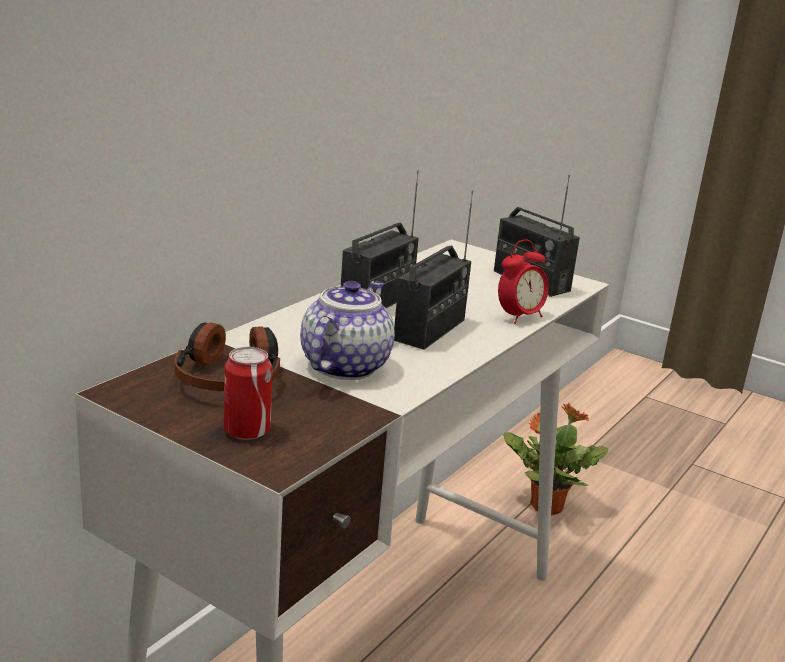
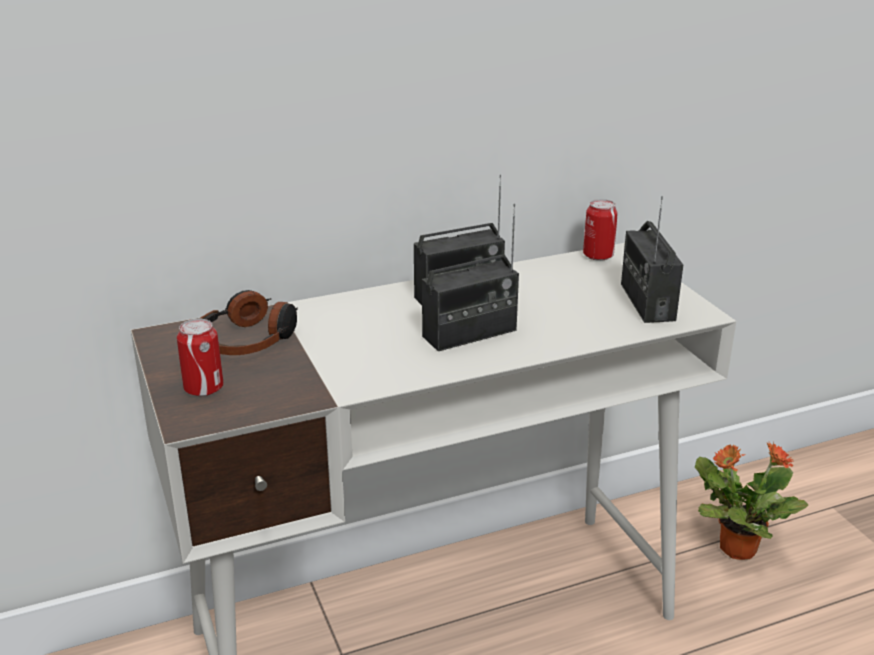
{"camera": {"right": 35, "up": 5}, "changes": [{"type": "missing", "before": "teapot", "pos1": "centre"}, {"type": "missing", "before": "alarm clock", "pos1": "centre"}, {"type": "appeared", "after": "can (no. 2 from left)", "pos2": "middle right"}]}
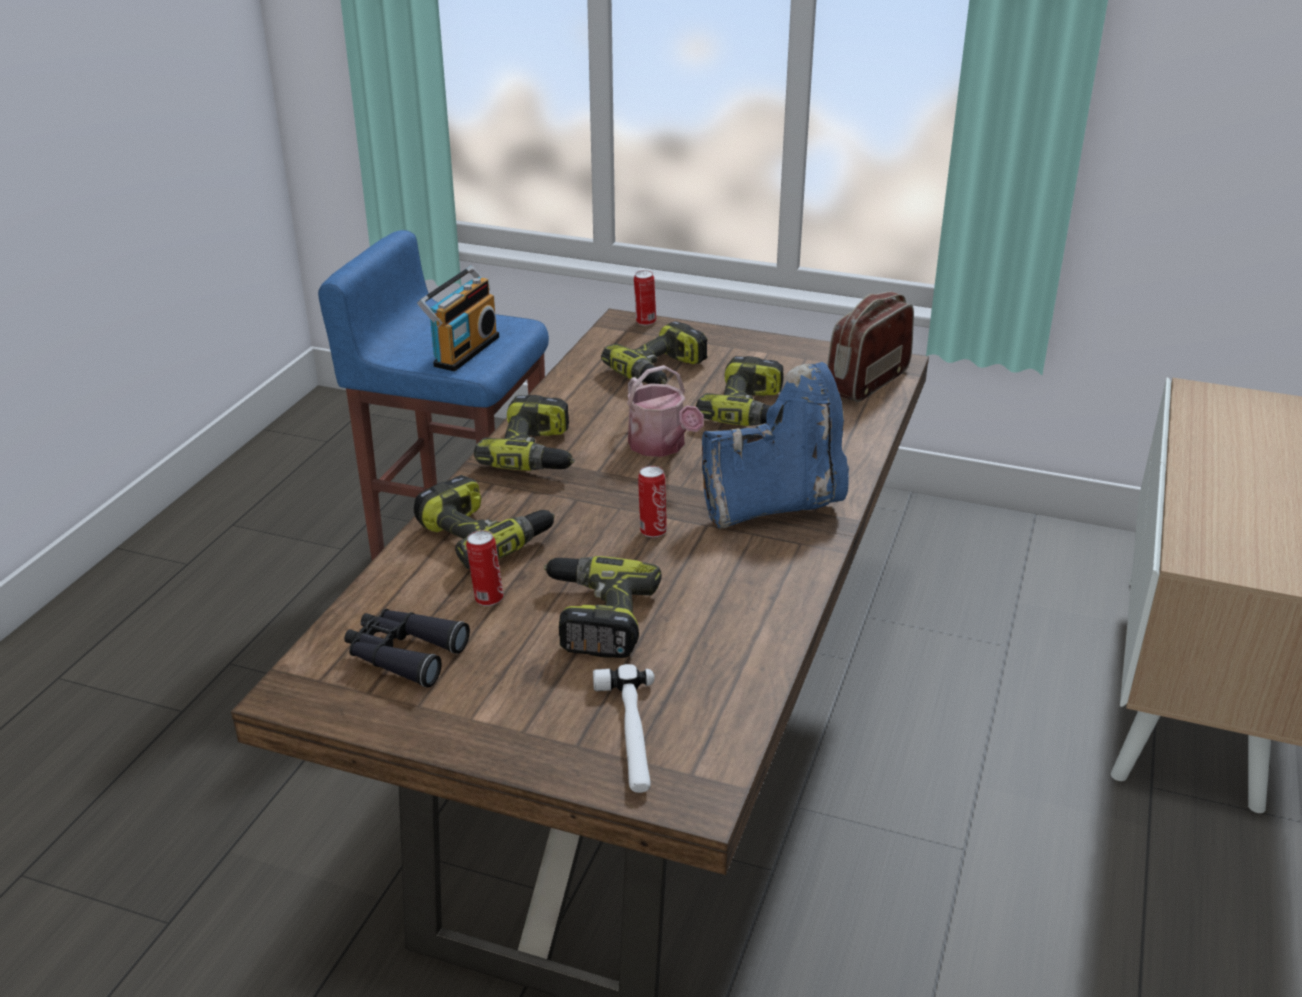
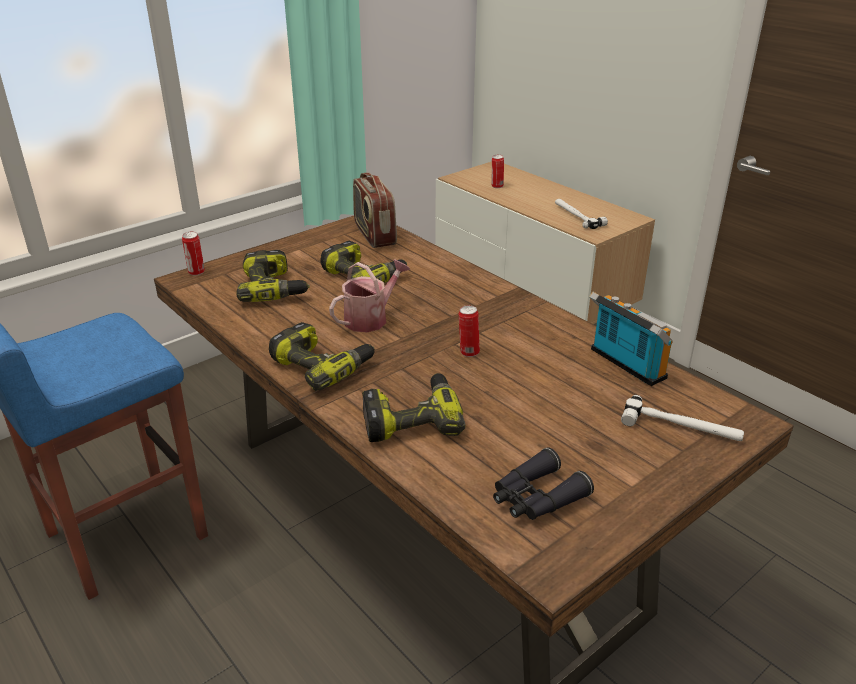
{"camera": {"right": -60, "up": 0}, "changes": [{"type": "missing", "before": "power drill (no. 3 from left)", "pos1": "centre"}, {"type": "missing", "before": "boot (blue)", "pos1": "centre"}, {"type": "appeared", "after": "hammer (no. 1 from left)", "pos2": "top right"}, {"type": "relocated", "before": "radio (no. 1 from left in the first image)", "after": "radio (no. 2 from left)", "pos1": "top centre", "pos2": "middle right"}, {"type": "relocated", "before": "can (no. 1 from left in the first image)", "after": "can (no. 3 from left)", "pos1": "centre", "pos2": "top centre"}, {"type": "spun", "before": "watering can", "pos1": "centre", "pos2": "centre", "turn": -45}]}
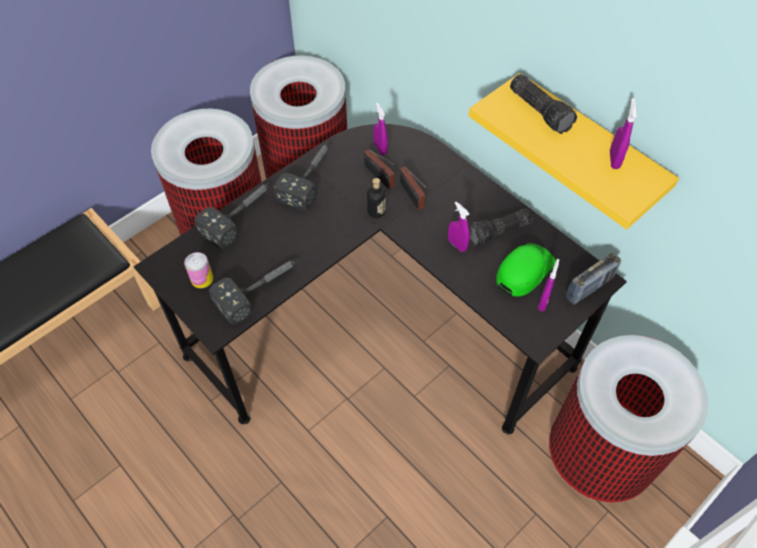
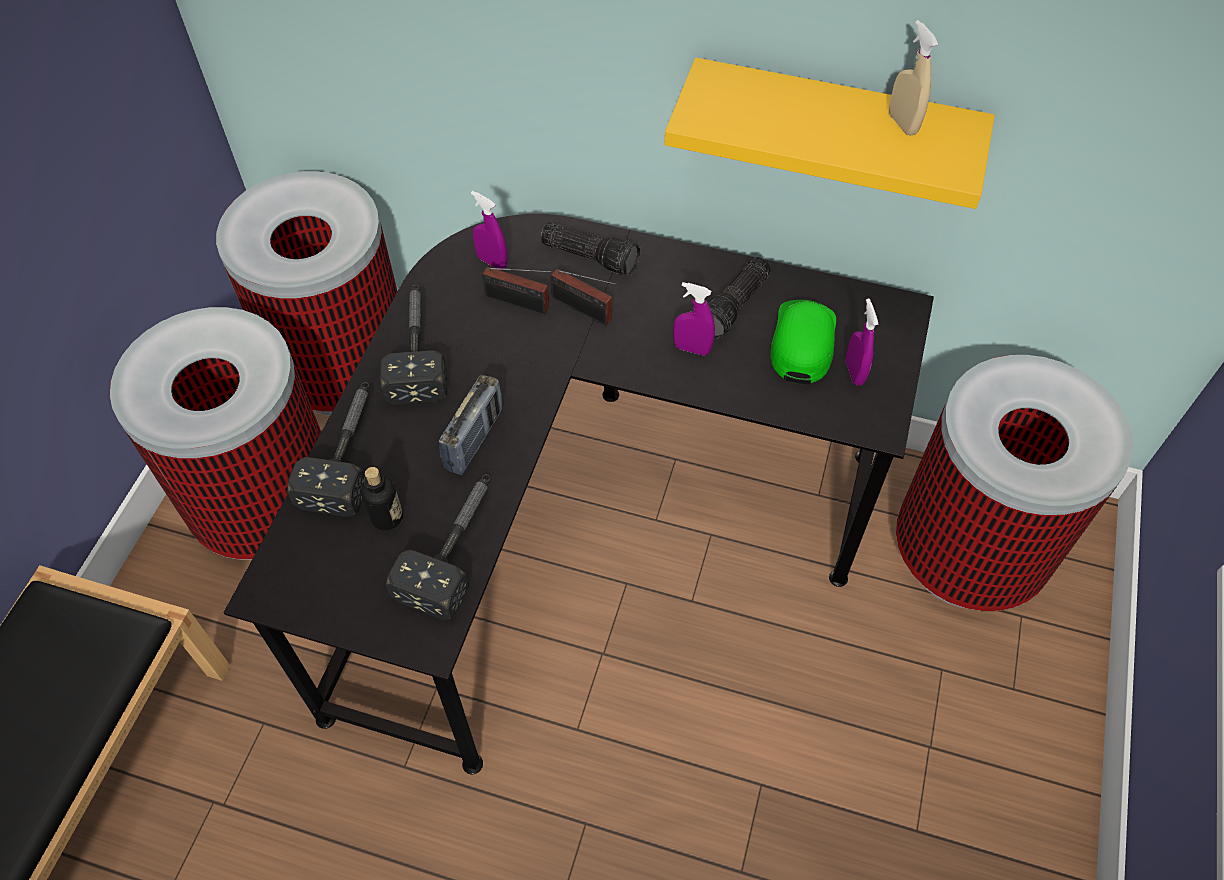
{"camera": {"right": -30, "up": 0}, "changes": [{"type": "missing", "before": "can", "pos1": "middle left"}, {"type": "relocated", "before": "bottle", "pos1": "centre", "pos2": "middle left"}, {"type": "relocated", "before": "flashlight (no. 2 from left in the first image)", "after": "flashlight (no. 1 from left)", "pos1": "top right", "pos2": "top centre"}, {"type": "relocated", "before": "radio (no. 3 from left in the first image)", "after": "radio (no. 1 from left)", "pos1": "middle right", "pos2": "centre"}, {"type": "colour", "before": "spray bottle (purple) (no. 4 from left)", "after": "spray bottle (beige)", "pos1": "top right", "pos2": "top right"}]}
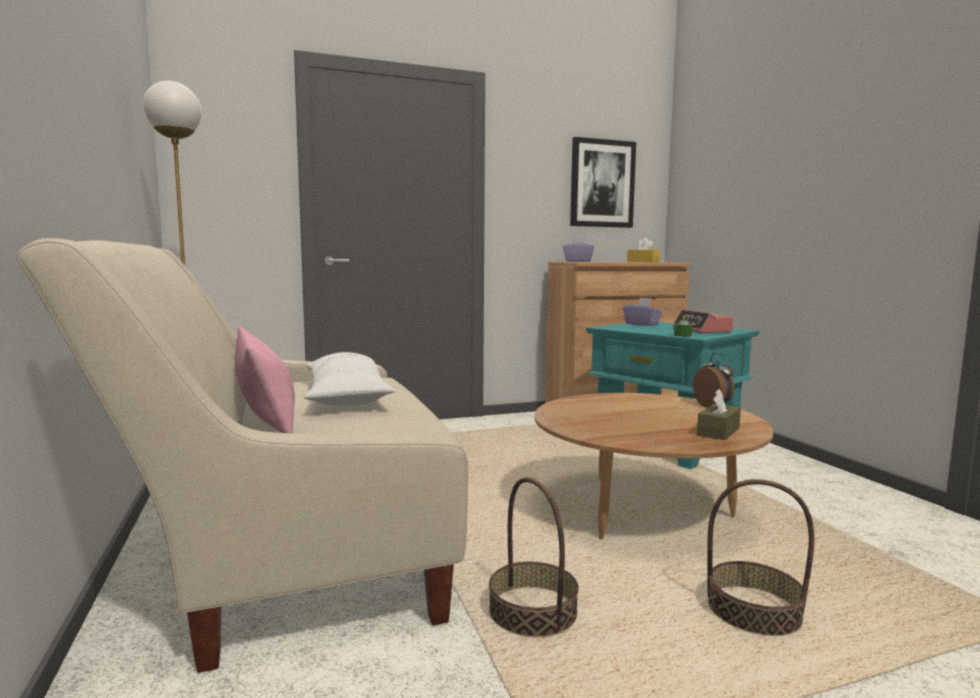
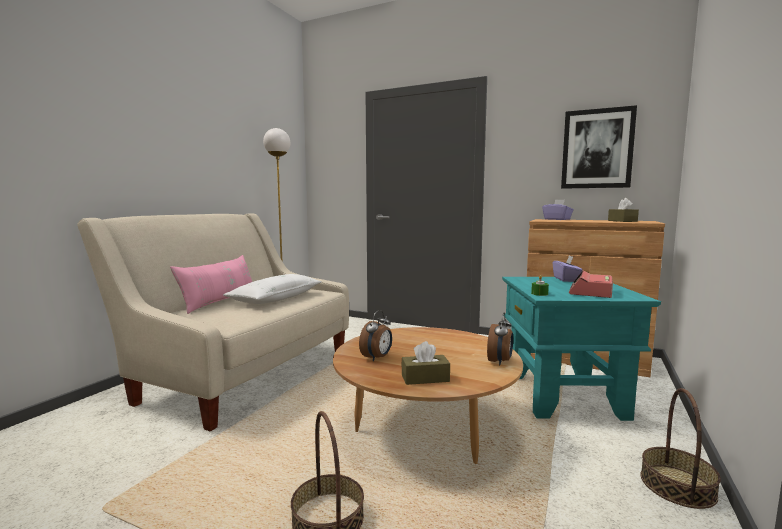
{"camera": {"right": 45, "up": 0}, "changes": [{"type": "appeared", "after": "alarm clock (no. 1 from left)", "pos2": "centre"}, {"type": "relocated", "before": "basket (no. 1 from left in the first image)", "after": "basket (no. 2 from left)", "pos1": "bottom centre", "pos2": "bottom right"}, {"type": "colour", "before": "tissue box (yellow)", "after": "tissue box (brown) (no. 2 from left)", "pos1": "centre", "pos2": "middle right"}]}
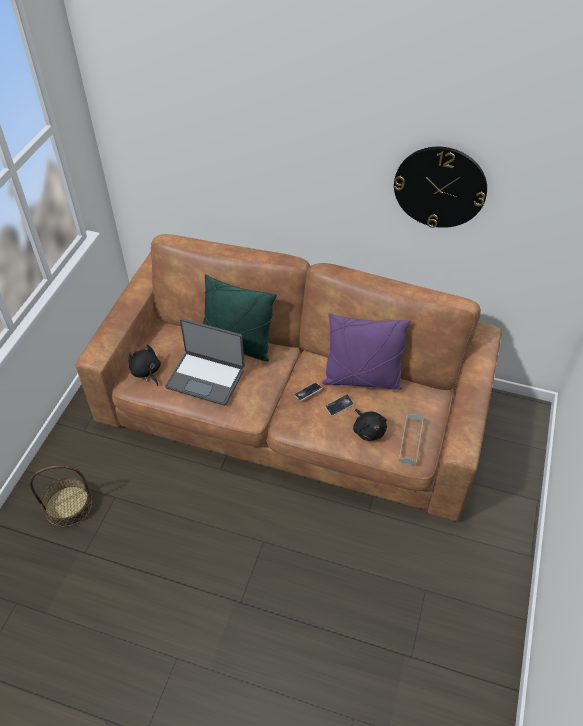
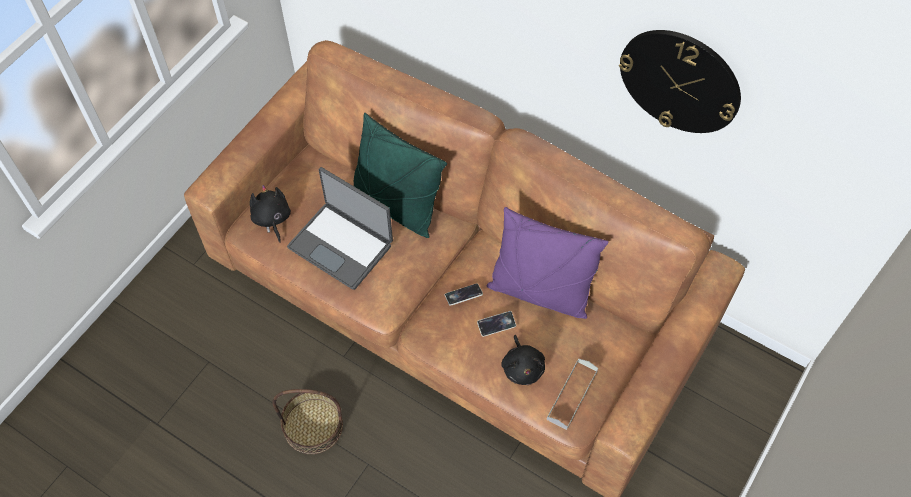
{"camera": {"right": 15, "up": 10}, "changes": [{"type": "relocated", "before": "basket", "pos1": "bottom left", "pos2": "bottom centre"}]}
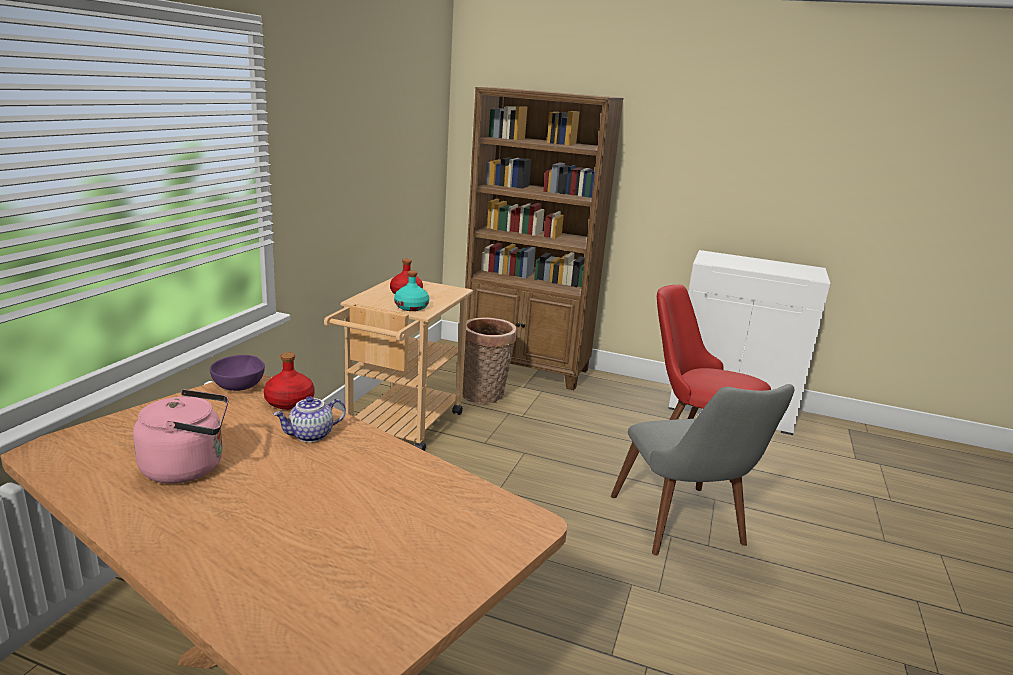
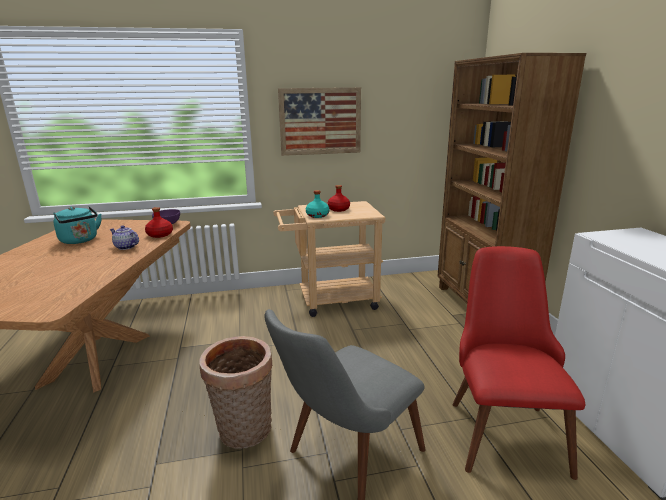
{"camera": {"right": 60, "up": 0}, "changes": [{"type": "appeared", "after": "picture", "pos2": "top centre"}, {"type": "relocated", "before": "basket", "pos1": "centre", "pos2": "bottom centre"}, {"type": "colour", "before": "kettle (pink)", "after": "kettle (turquoise)", "pos1": "middle left", "pos2": "middle left"}]}
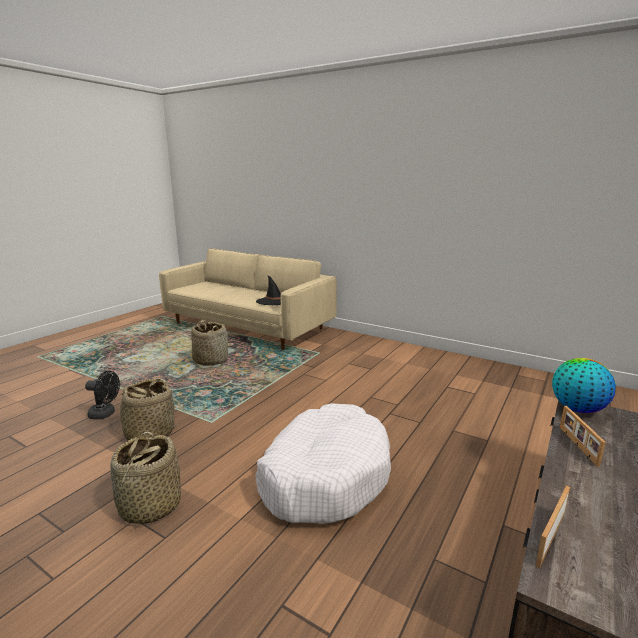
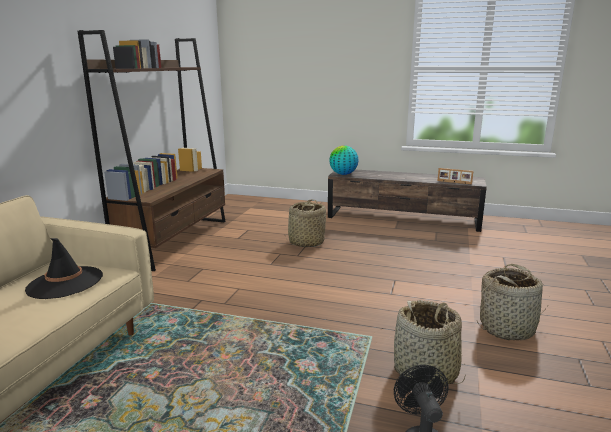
{"camera": {"right": -105, "up": 0}, "changes": [{"type": "missing", "before": "dog bed (white)", "pos1": "bottom centre"}, {"type": "missing", "before": "picture frame (no. 2 from left)", "pos1": "bottom right"}, {"type": "appeared", "after": "bookcase (brown)", "pos2": "middle left"}, {"type": "relocated", "before": "basket (no. 3 from left in the first image)", "after": "basket (no. 1 from left)", "pos1": "middle left", "pos2": "centre"}]}
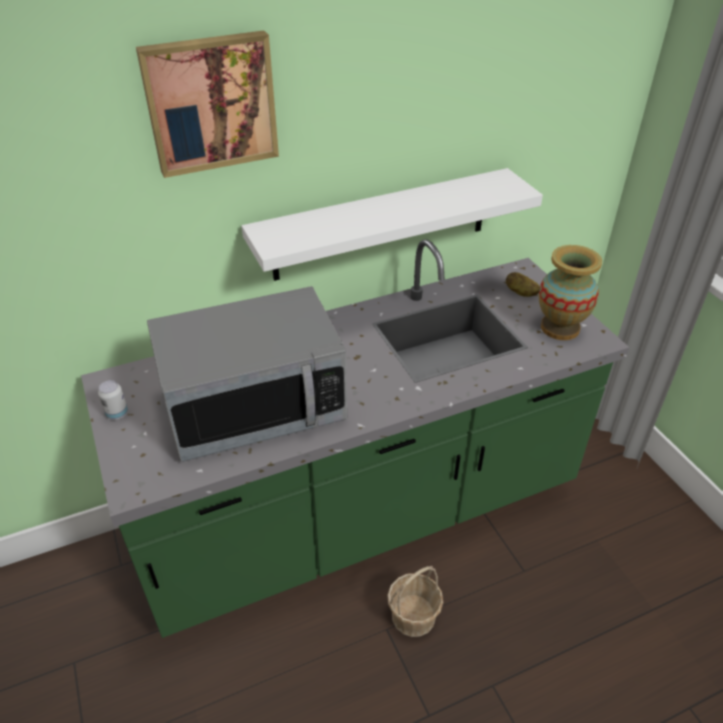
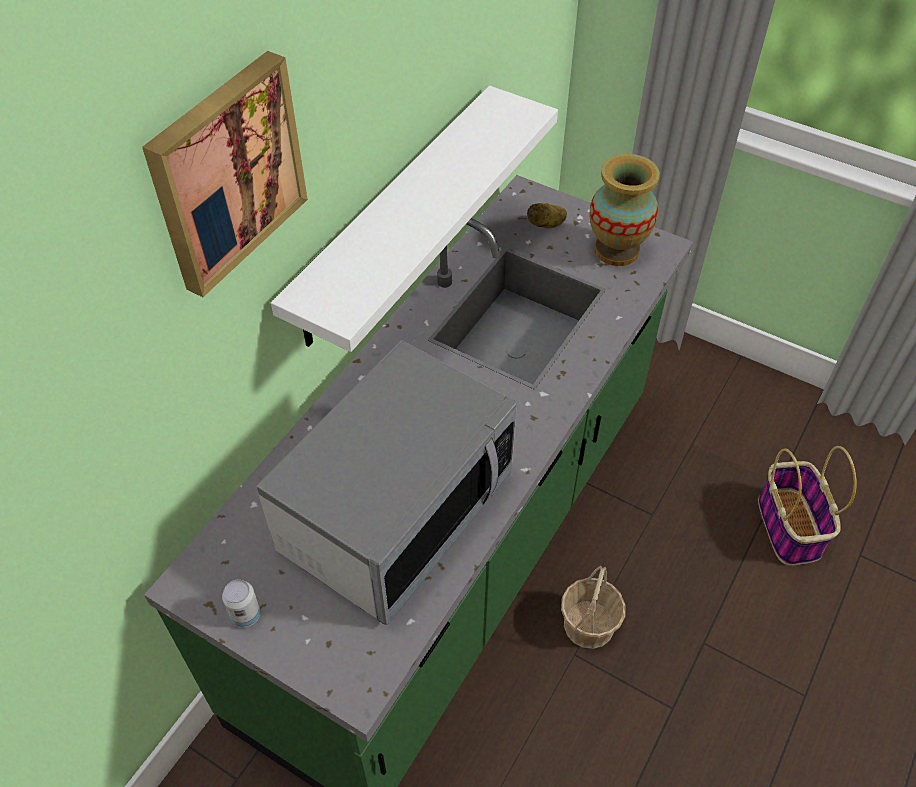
{"camera": {"right": -35, "up": 10}, "changes": [{"type": "appeared", "after": "basket (no. 2 from left)", "pos2": "middle right"}]}
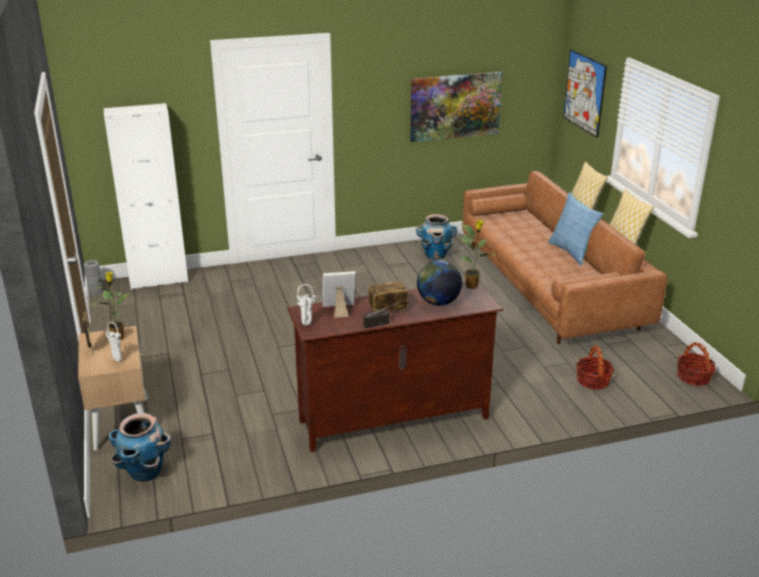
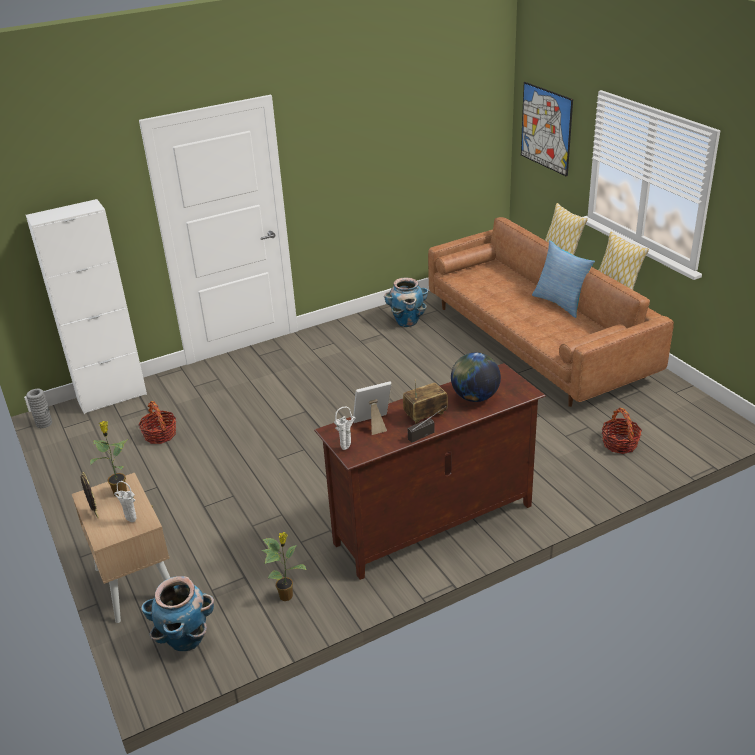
{"camera": {"right": -10, "up": 5}, "changes": [{"type": "missing", "before": "picture (no. 1 from left)", "pos1": "top centre"}, {"type": "relocated", "before": "potted plant (no. 2 from left)", "pos1": "centre", "pos2": "bottom centre"}, {"type": "relocated", "before": "basket (no. 2 from left in the first image)", "after": "basket (no. 1 from left)", "pos1": "middle right", "pos2": "middle left"}]}
